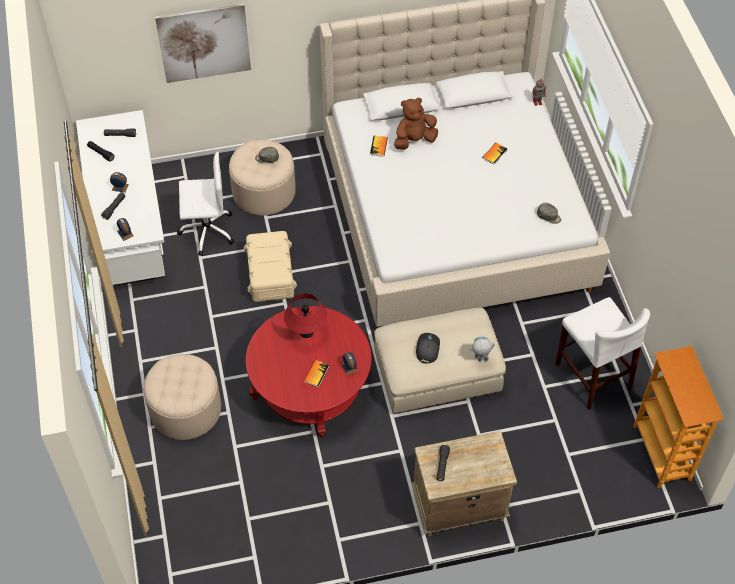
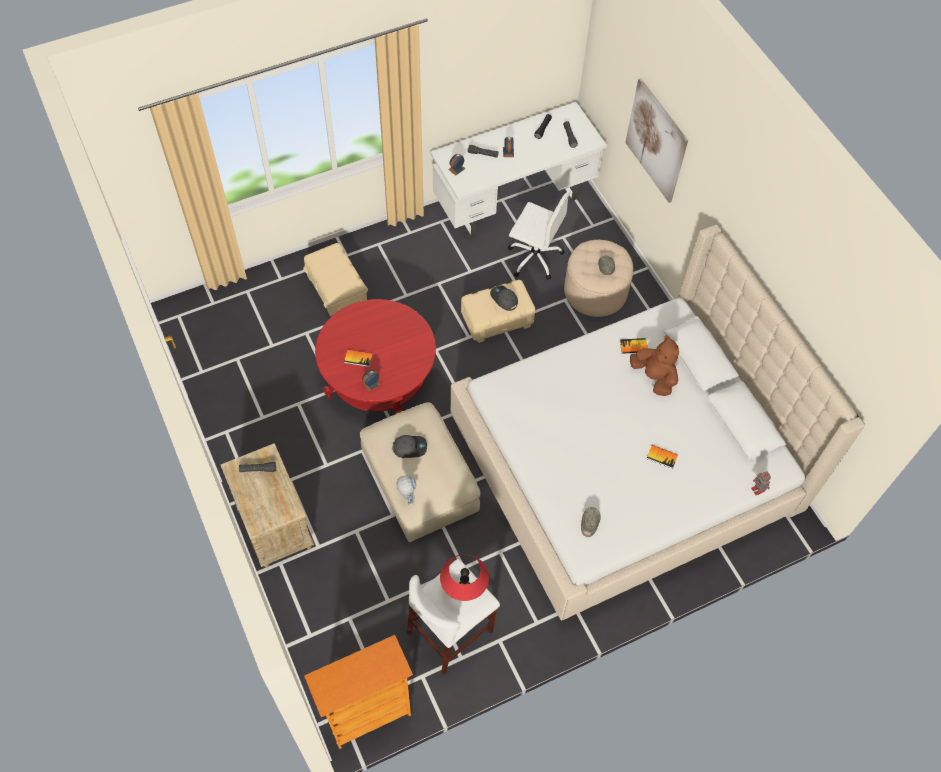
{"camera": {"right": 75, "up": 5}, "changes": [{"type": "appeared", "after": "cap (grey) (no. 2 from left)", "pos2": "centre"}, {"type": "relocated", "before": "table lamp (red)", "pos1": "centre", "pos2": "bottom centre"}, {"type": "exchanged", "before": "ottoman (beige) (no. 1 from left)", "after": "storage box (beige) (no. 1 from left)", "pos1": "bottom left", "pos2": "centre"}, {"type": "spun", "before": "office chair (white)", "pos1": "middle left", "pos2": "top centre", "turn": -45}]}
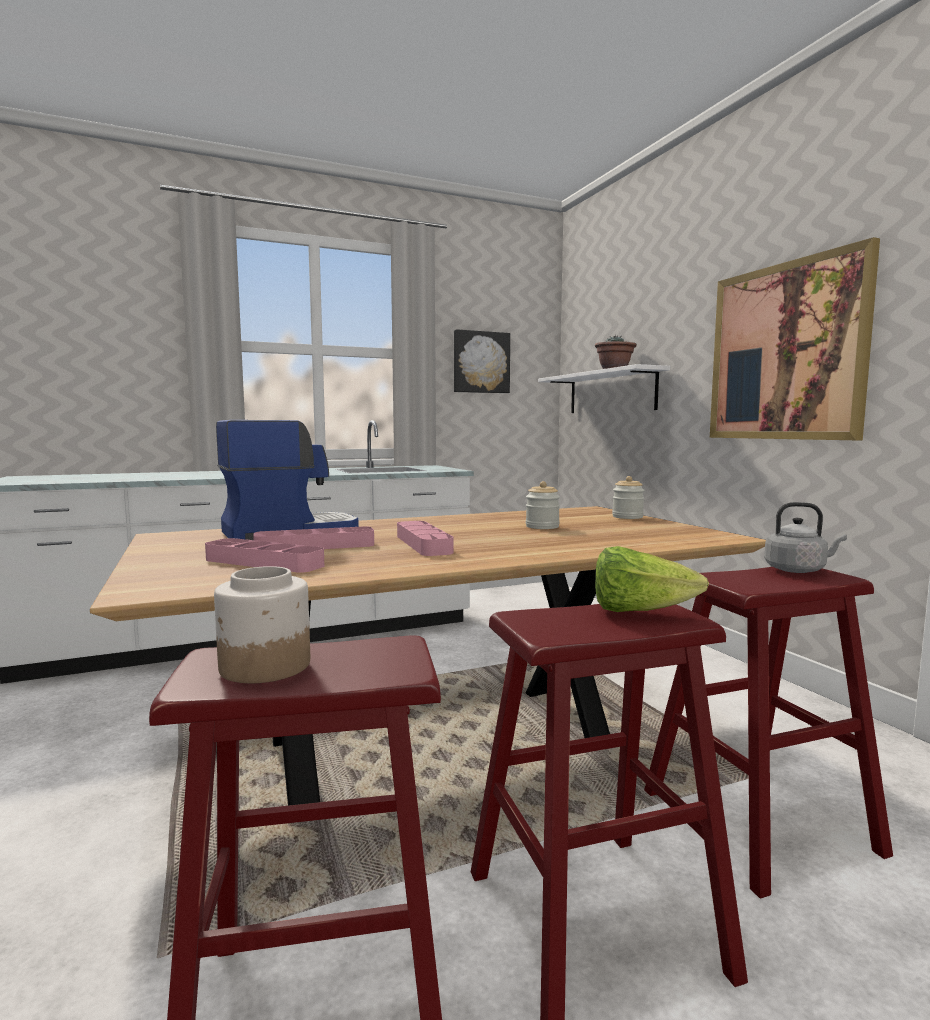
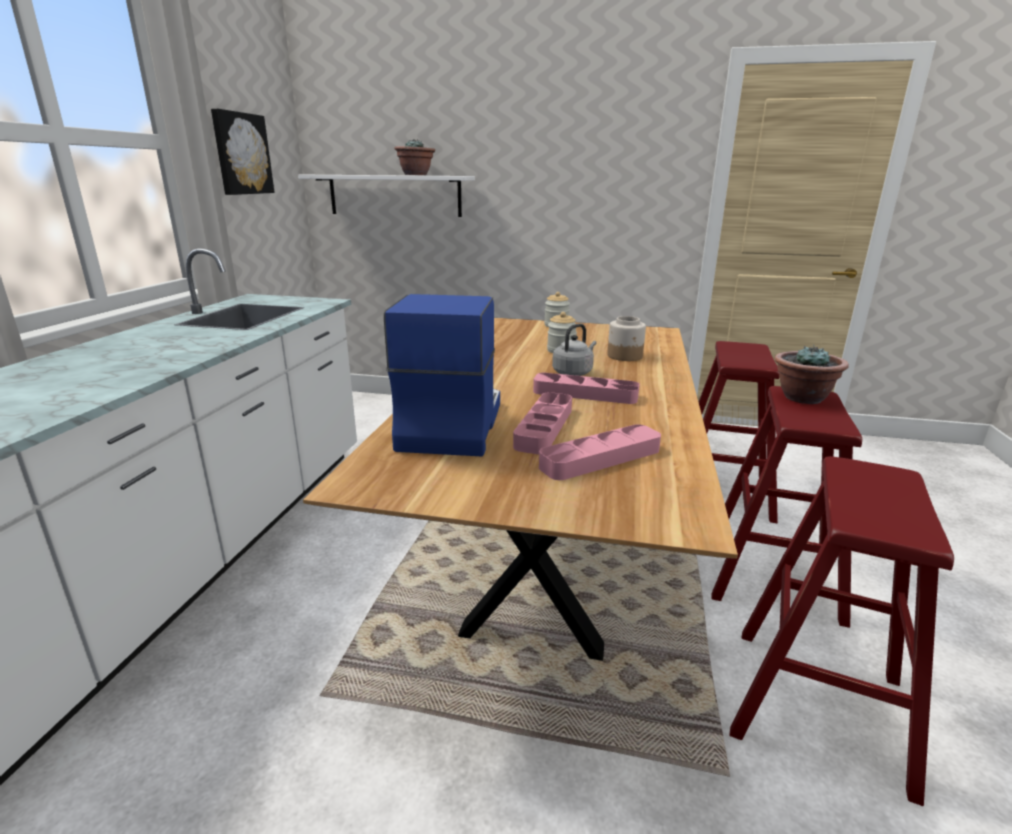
{"camera": {"right": -55, "up": 15}, "changes": [{"type": "missing", "before": "picture (no. 2 from left)", "pos1": "top right"}, {"type": "relocated", "before": "jar (no. 1 from left in the first image)", "after": "jar (no. 3 from left)", "pos1": "middle left", "pos2": "centre"}, {"type": "relocated", "before": "kettle (grey)", "pos1": "middle right", "pos2": "centre"}, {"type": "exchanged", "before": "lettuce", "after": "potted plant (no. 2 from left)", "pos1": "middle right", "pos2": "middle right"}]}
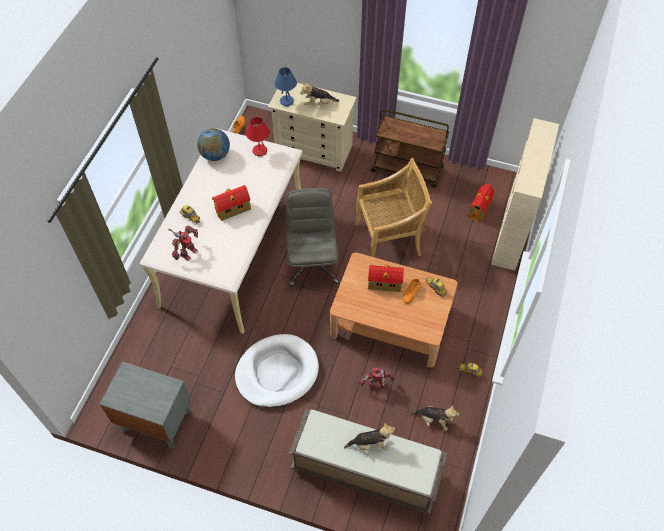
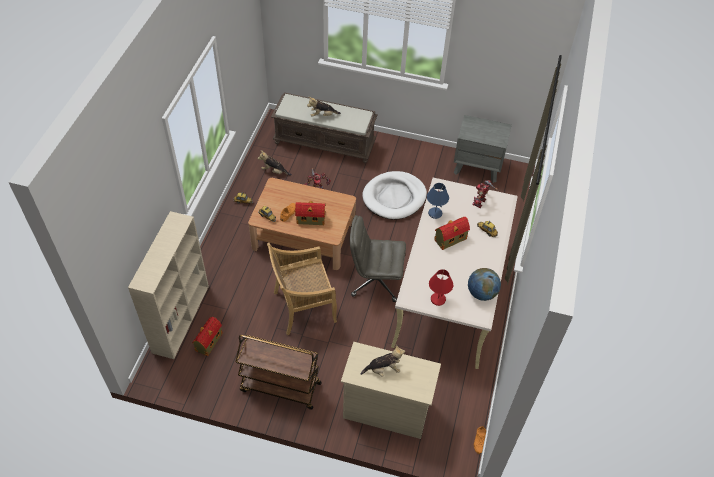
{"camera": {"right": 175, "up": -5}, "changes": [{"type": "relocated", "before": "table lamp (blue)", "pos1": "top centre", "pos2": "centre"}, {"type": "spun", "before": "office chair (grey)", "pos1": "centre", "pos2": "centre", "turn": 105}]}
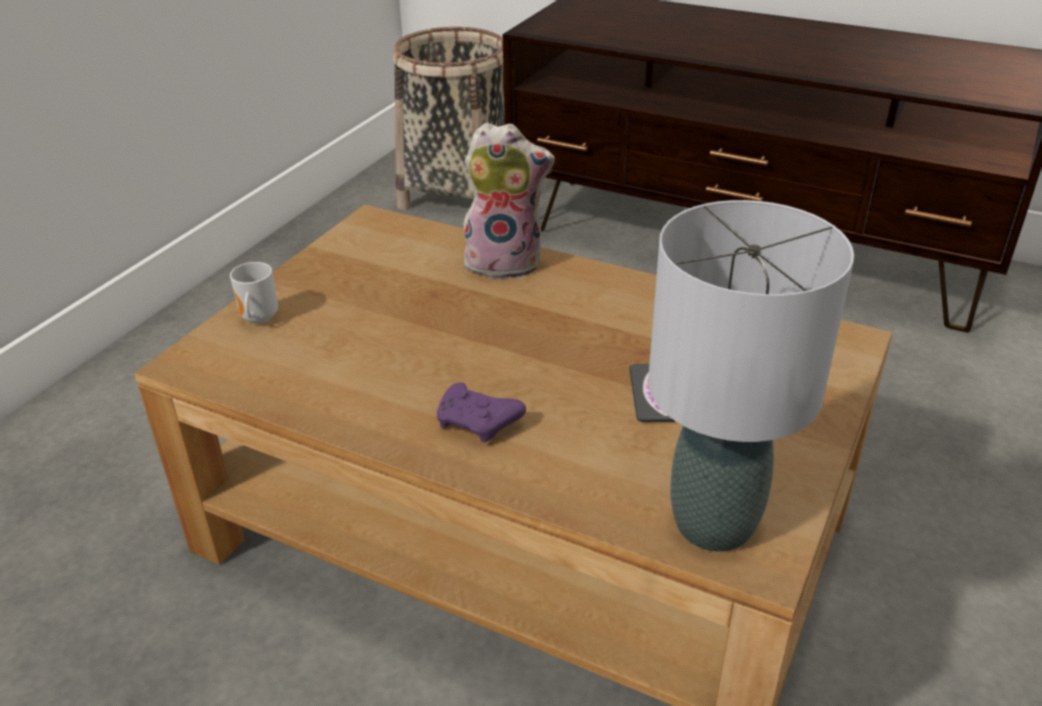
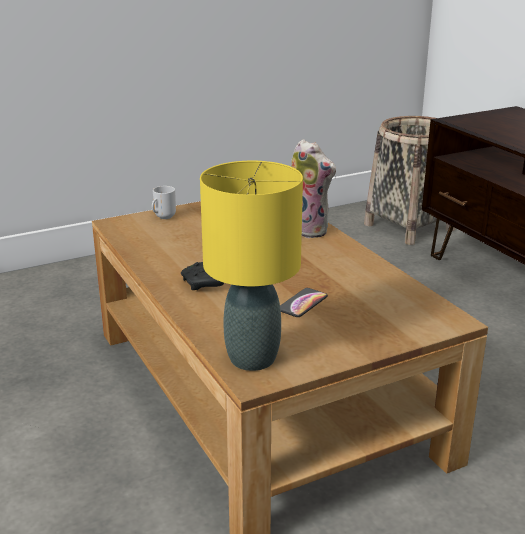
{"camera": {"right": 35, "up": -10}, "changes": [{"type": "colour", "before": "game controller (purple)", "after": "game controller (black)", "pos1": "centre", "pos2": "centre"}, {"type": "colour", "before": "table lamp (grey)", "after": "table lamp (yellow)", "pos1": "middle right", "pos2": "centre"}]}
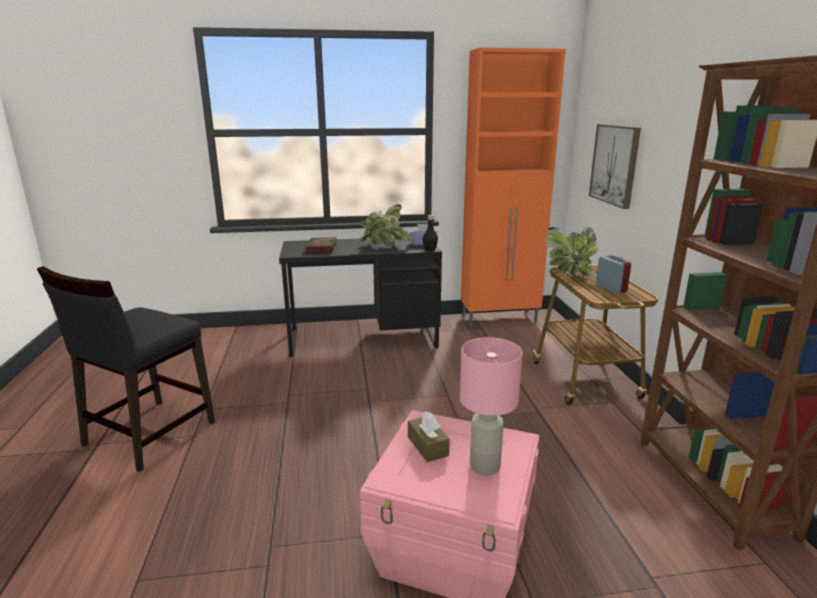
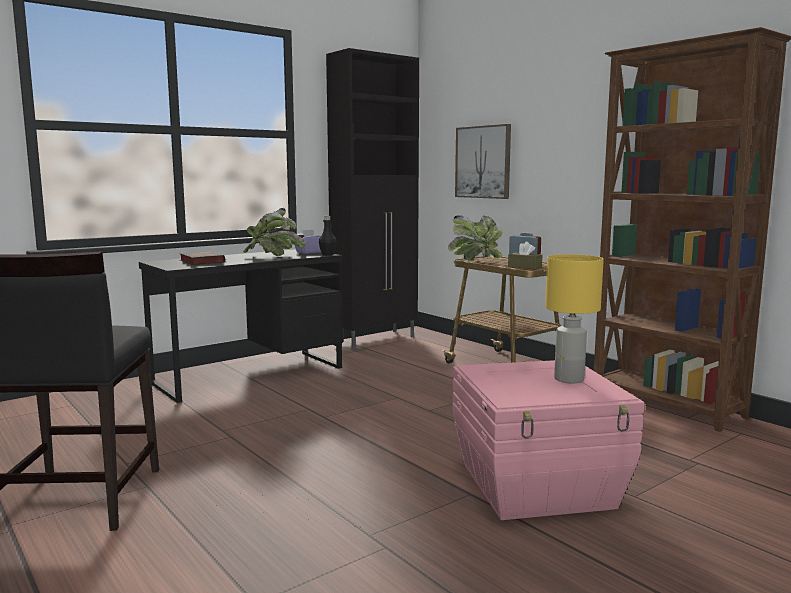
{"camera": {"right": -30, "up": -10}, "changes": [{"type": "relocated", "before": "tissue box (brown)", "pos1": "bottom centre", "pos2": "centre"}, {"type": "colour", "before": "table lamp (pink)", "after": "table lamp (yellow)", "pos1": "bottom centre", "pos2": "middle right"}, {"type": "colour", "before": "cabinet (orange)", "after": "cabinet (black)", "pos1": "top centre", "pos2": "centre"}]}
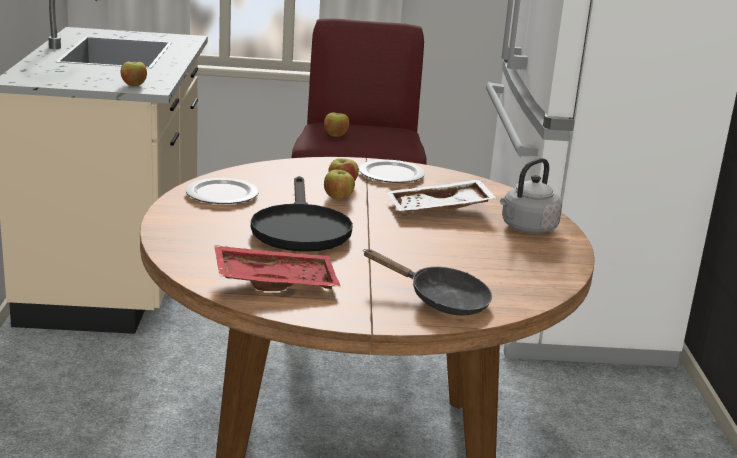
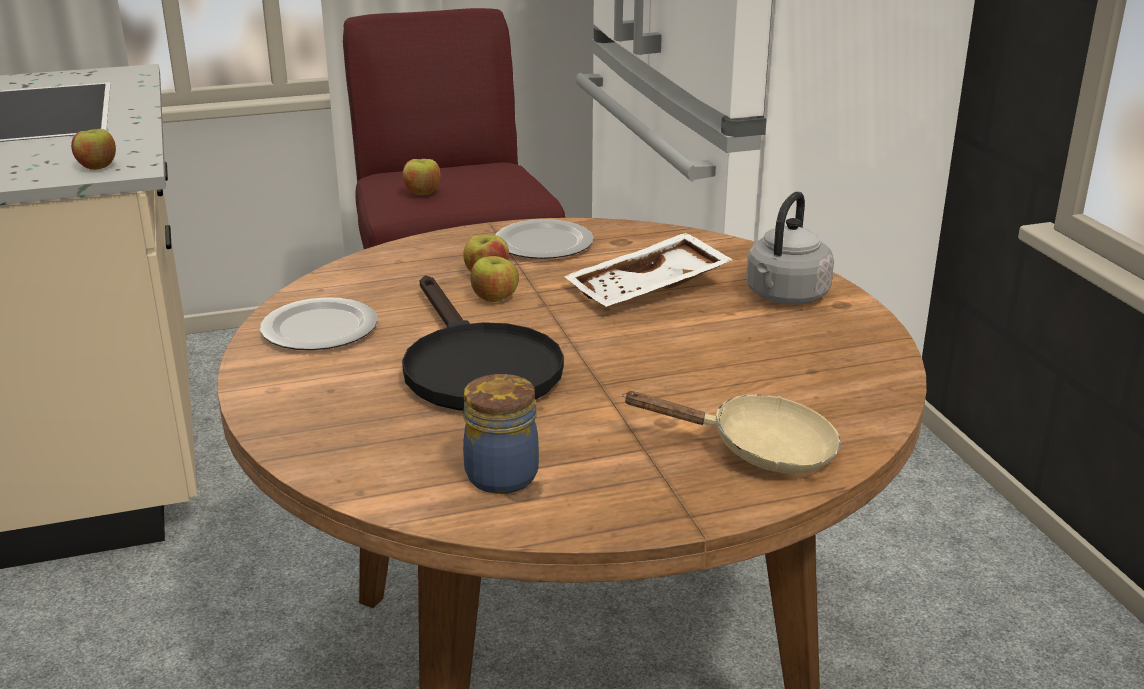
{"camera": {"right": -15, "up": 5}, "changes": [{"type": "exchanged", "before": "tray (red)", "after": "jar", "pos1": "centre", "pos2": "centre"}, {"type": "colour", "before": "frying pan (black) (no. 2 from left)", "after": "frying pan (beige)", "pos1": "centre", "pos2": "centre"}]}
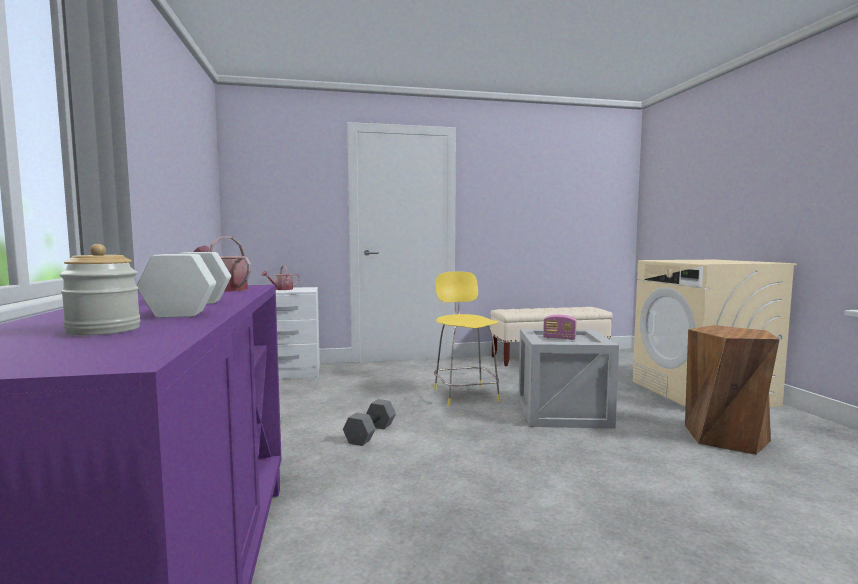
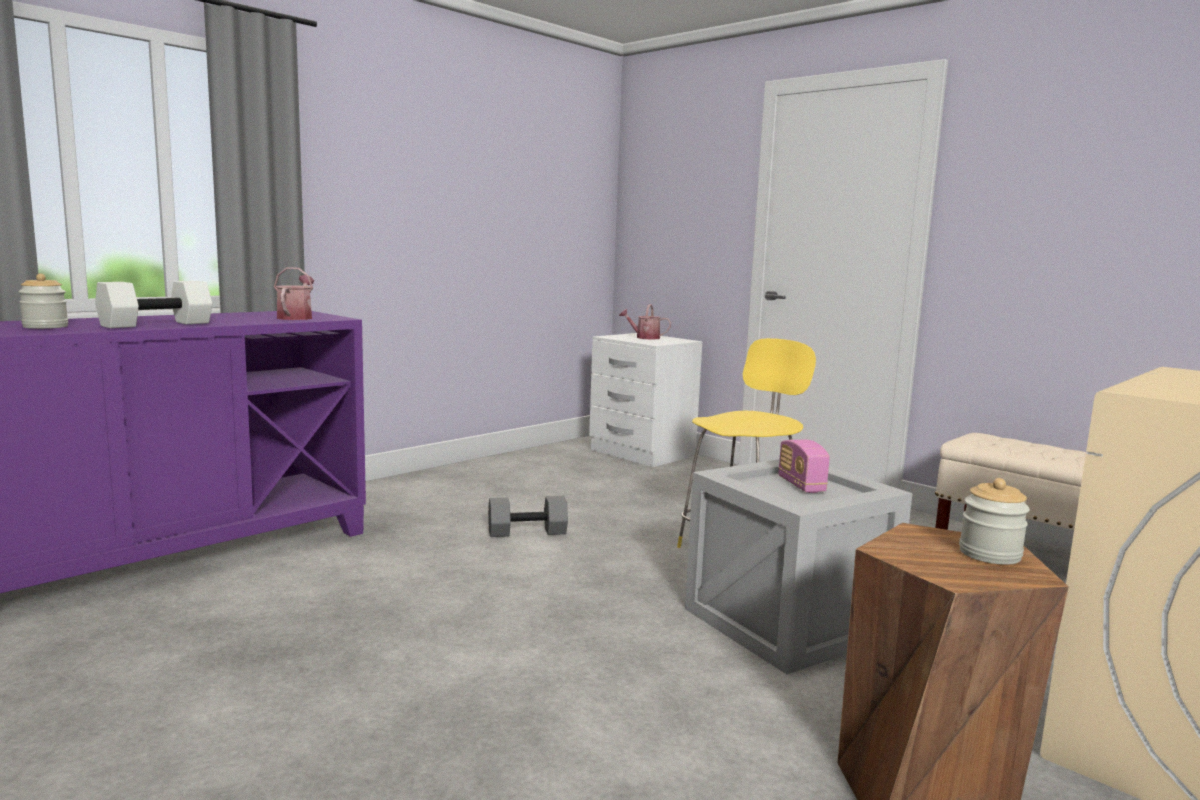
{"camera": {"right": 55, "up": 5}, "changes": [{"type": "appeared", "after": "jar (no. 2 from left)", "pos2": "middle right"}]}
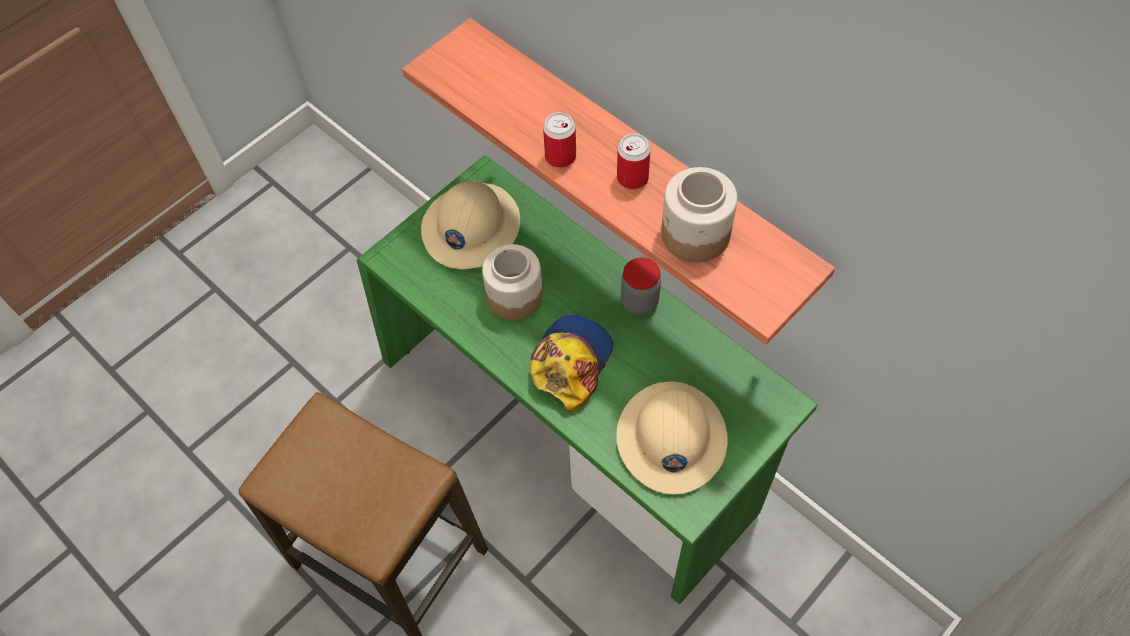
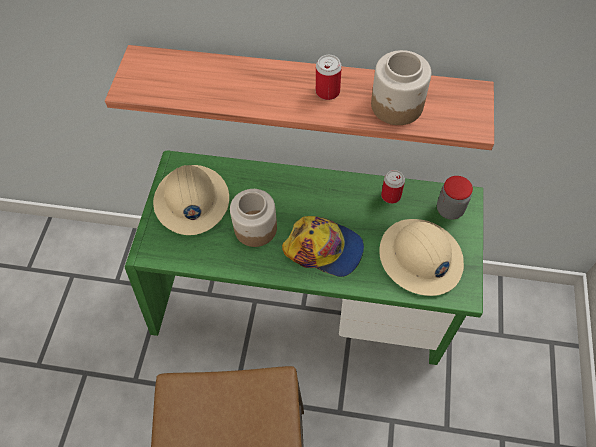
{"camera": {"right": -35, "up": 0}, "changes": [{"type": "relocated", "before": "can (no. 1 from left in the first image)", "after": "can (no. 2 from left)", "pos1": "top centre", "pos2": "centre"}, {"type": "relocated", "before": "jar (no. 2 from left in the first image)", "after": "jar (no. 3 from left)", "pos1": "centre", "pos2": "middle right"}, {"type": "spun", "before": "cap", "pos1": "centre", "pos2": "centre", "turn": 120}]}
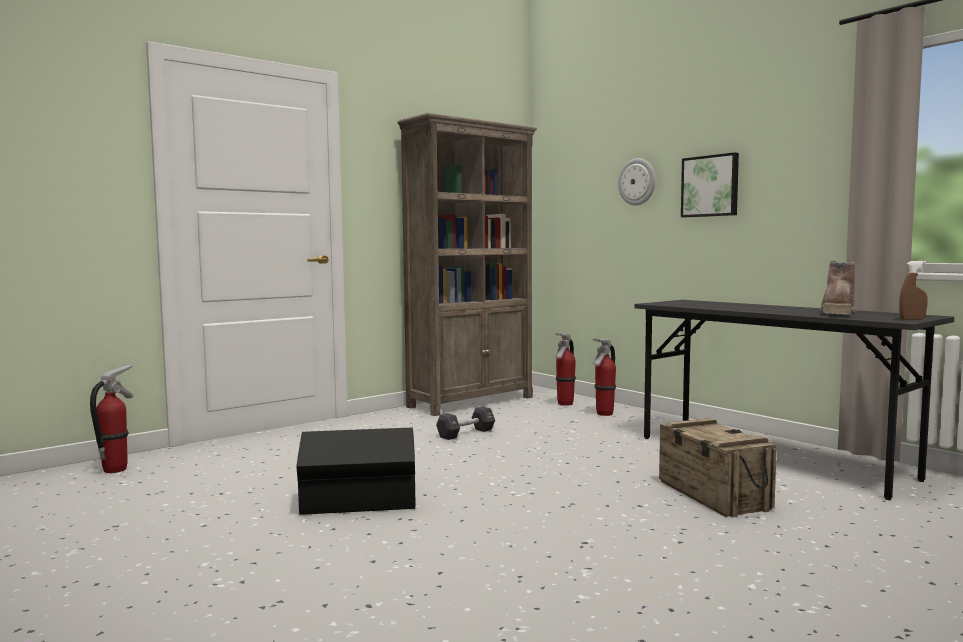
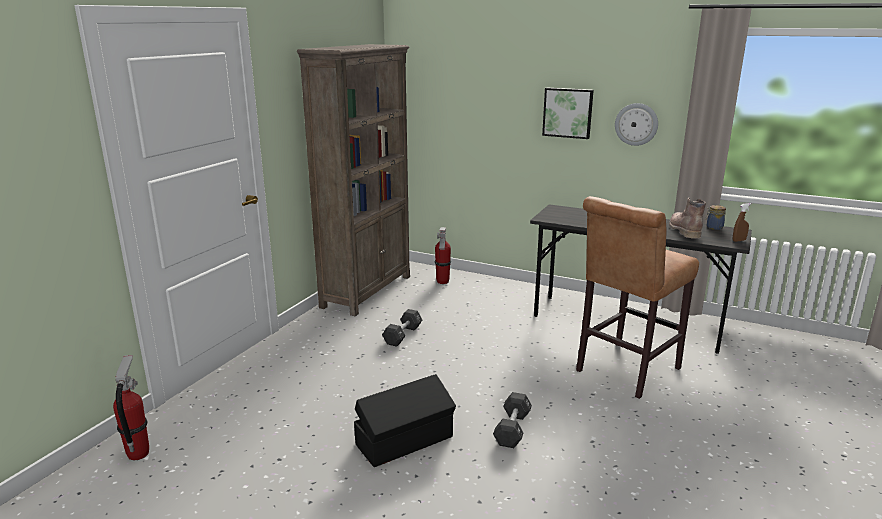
{"camera": {"right": -25, "up": 15}, "changes": [{"type": "missing", "before": "fire extinguisher (no. 3 from left)", "pos1": "centre"}, {"type": "appeared", "after": "dumbbell (black) (no. 2 from left)", "pos2": "bottom centre"}, {"type": "appeared", "after": "jar", "pos2": "middle right"}, {"type": "relocated", "before": "wall clock", "pos1": "top centre", "pos2": "top right"}, {"type": "exchanged", "before": "crate", "after": "stool (brown)", "pos1": "bottom right", "pos2": "middle right"}]}
